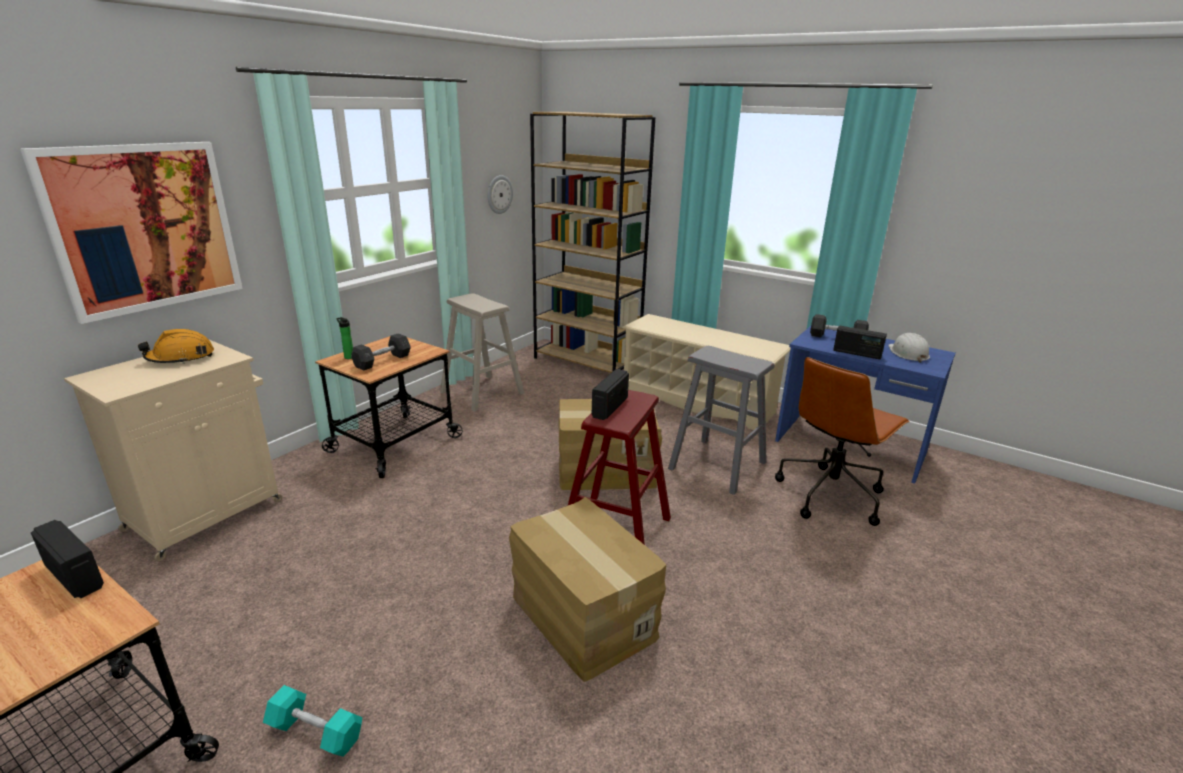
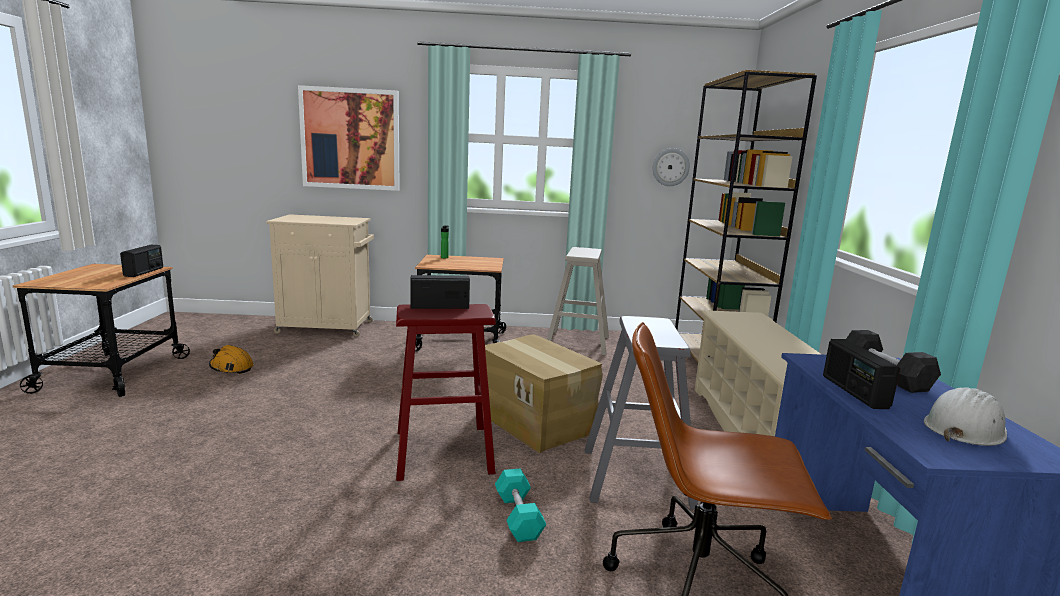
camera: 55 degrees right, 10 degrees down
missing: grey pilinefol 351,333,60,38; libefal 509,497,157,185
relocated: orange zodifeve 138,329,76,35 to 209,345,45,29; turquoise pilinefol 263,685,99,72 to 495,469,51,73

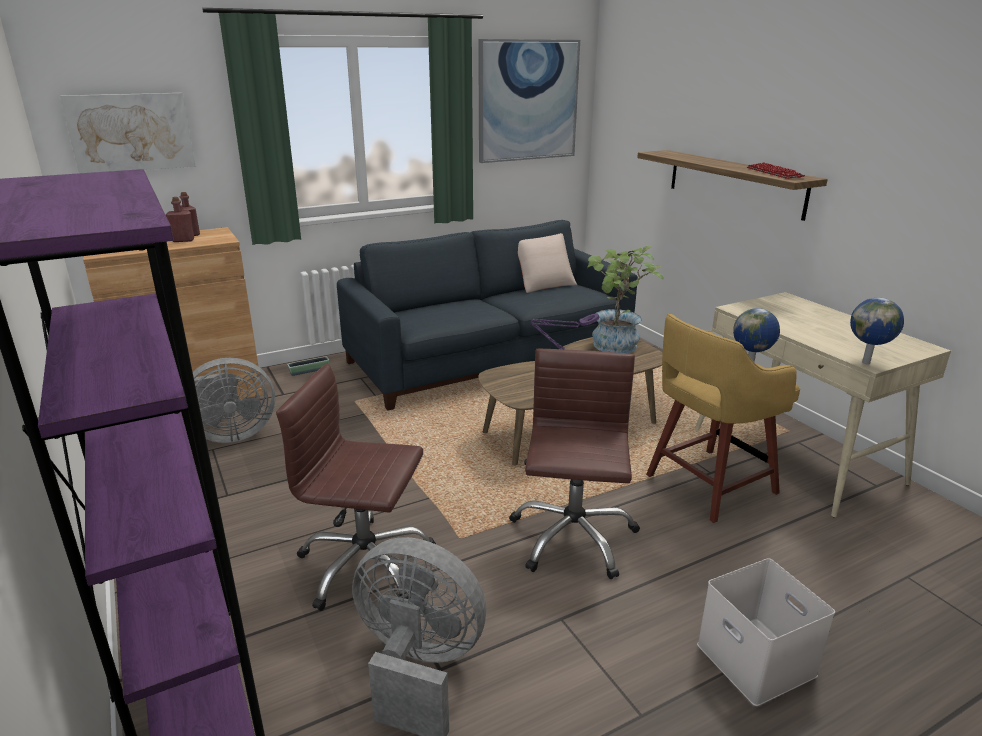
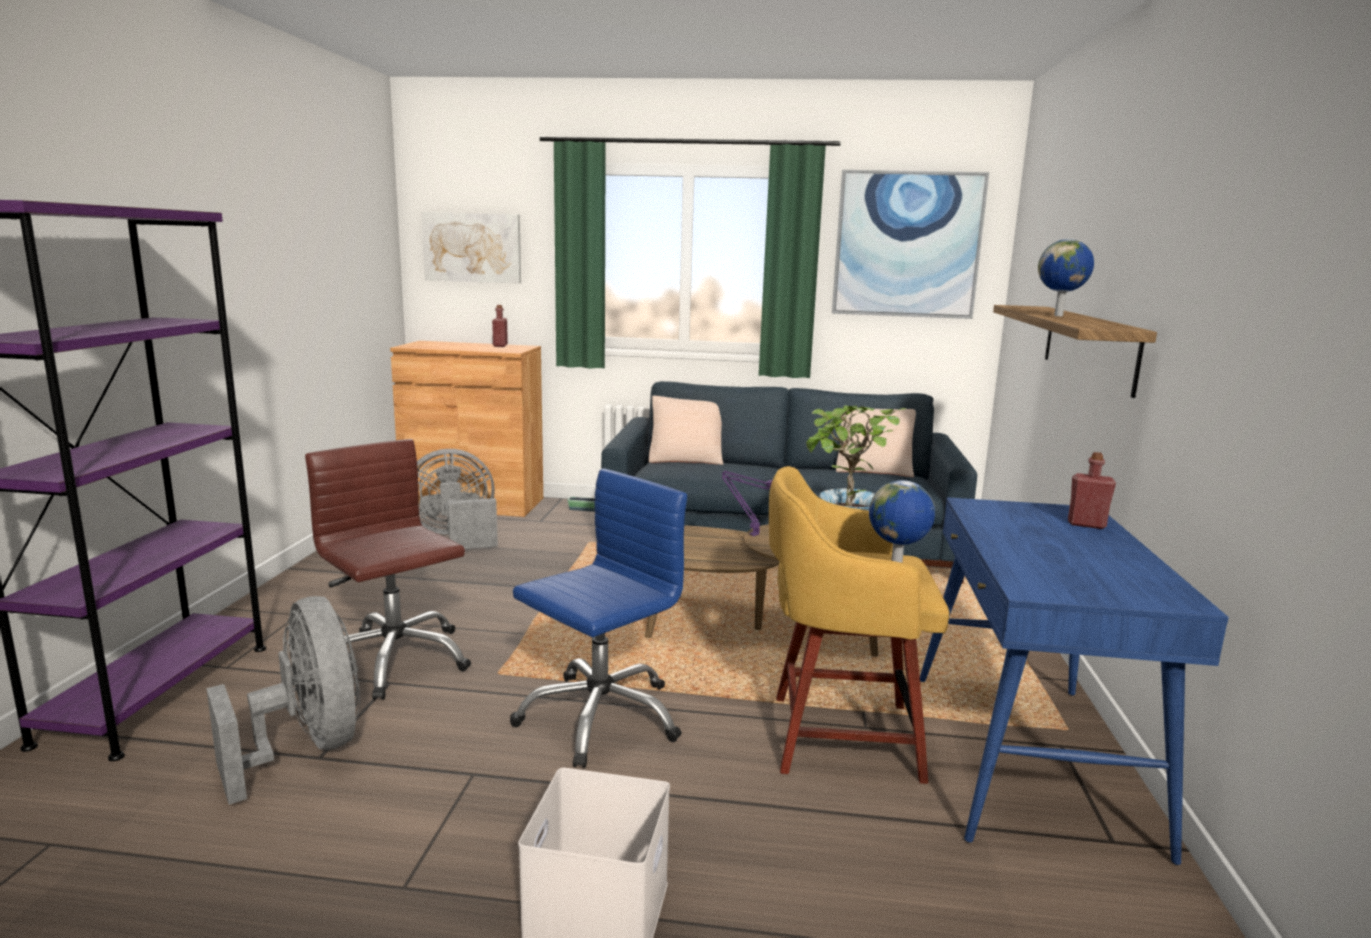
camera: 35 degrees right, 10 degrees down
missing: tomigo 747,162,58,17
appeared: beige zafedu 649,396,74,69
relocated: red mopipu 166,197,28,45 to 1068,452,48,77; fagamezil 850,298,54,66 to 1038,239,56,77
colour: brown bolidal 509,349,131,230 to blue bolidal 510,468,177,300; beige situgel 695,292,256,226 to blue situgel 920,497,309,368
spun: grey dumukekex 193,358,82,85 = 417,449,81,100 150 degrees clockwise

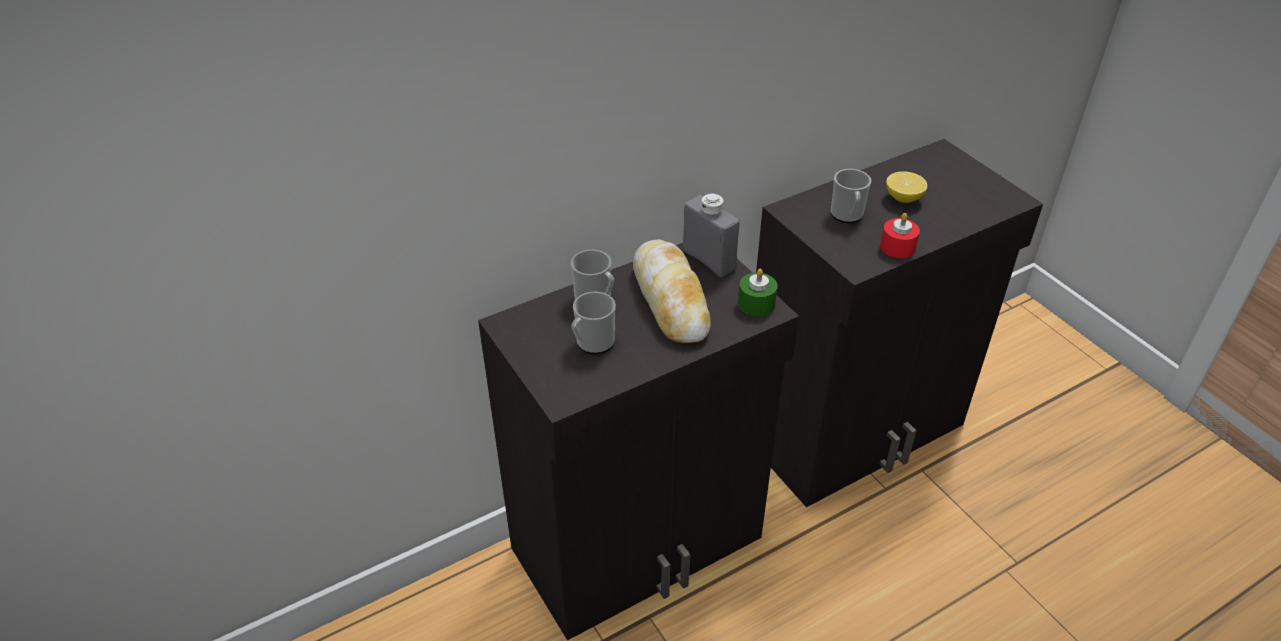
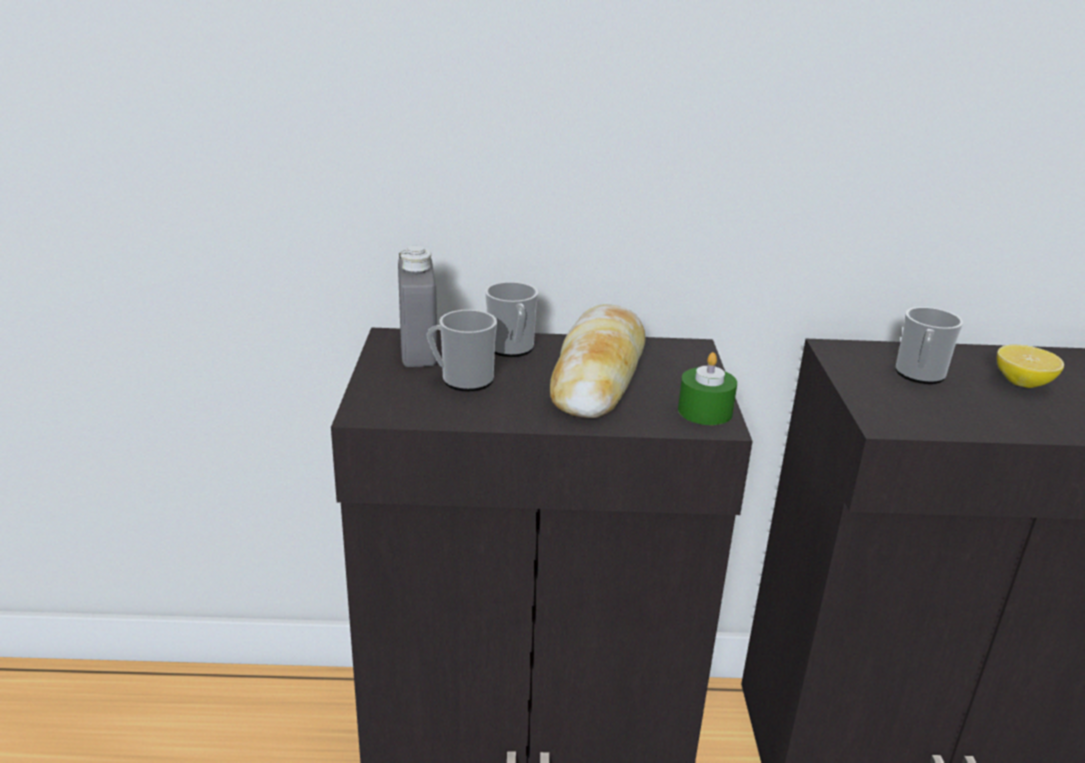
camera: 30 degrees right, 15 degrees down
missing: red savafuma 880,213,40,45
relocated: grey mopipu 683,194,57,83 to 398,246,39,121

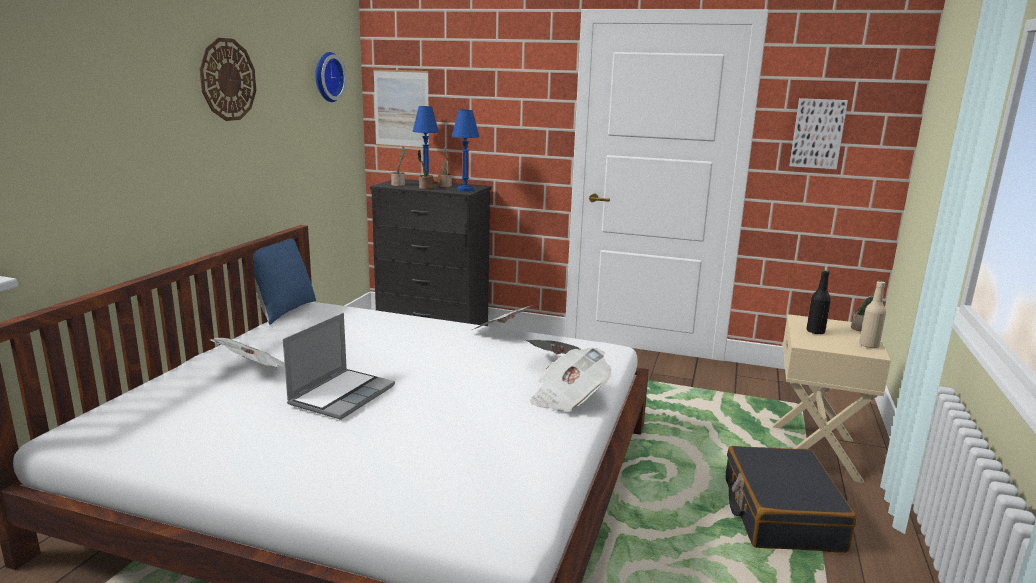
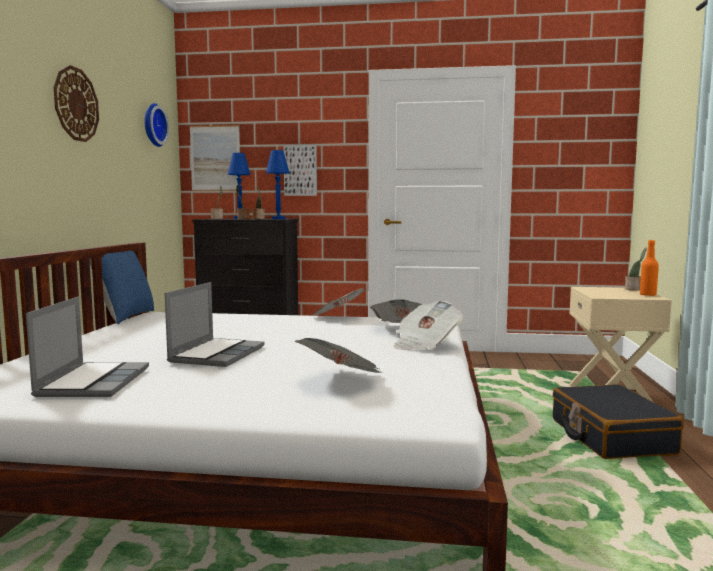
camera: 10 degrees left, 10 degrees down
missing: black mopipu 806,270,25,64
appeared: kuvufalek 26,297,123,100
relocated: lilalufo 210,338,75,29 to 295,338,86,35; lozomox 789,98,59,71 to 283,145,34,51
colour: beige mopipu 859,281,27,67 to orange mopipu 640,240,19,56

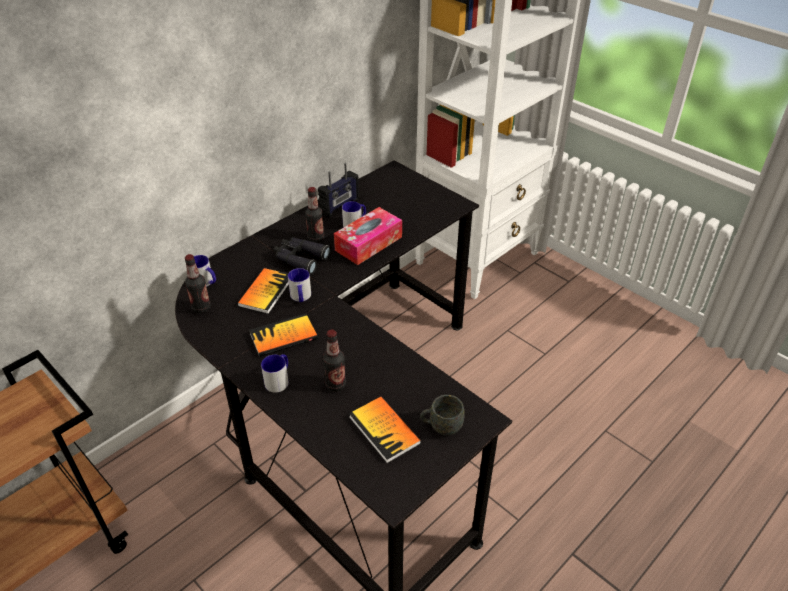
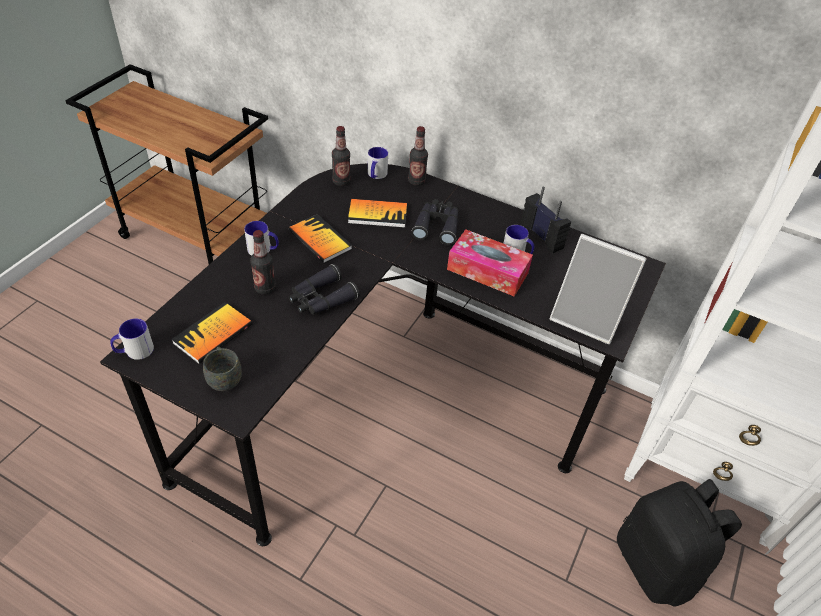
camera: 70 degrees right, 5 degrees up
appeared: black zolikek 289,264,70,51; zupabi 550,234,97,110; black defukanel 617,479,125,128
relocated: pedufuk 288,268,23,34 to 110,319,44,41; mopipu 305,187,20,56 to 408,126,20,60
spun: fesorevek 318,163,41,55 = 520,187,51,66 150 degrees counterclockwise

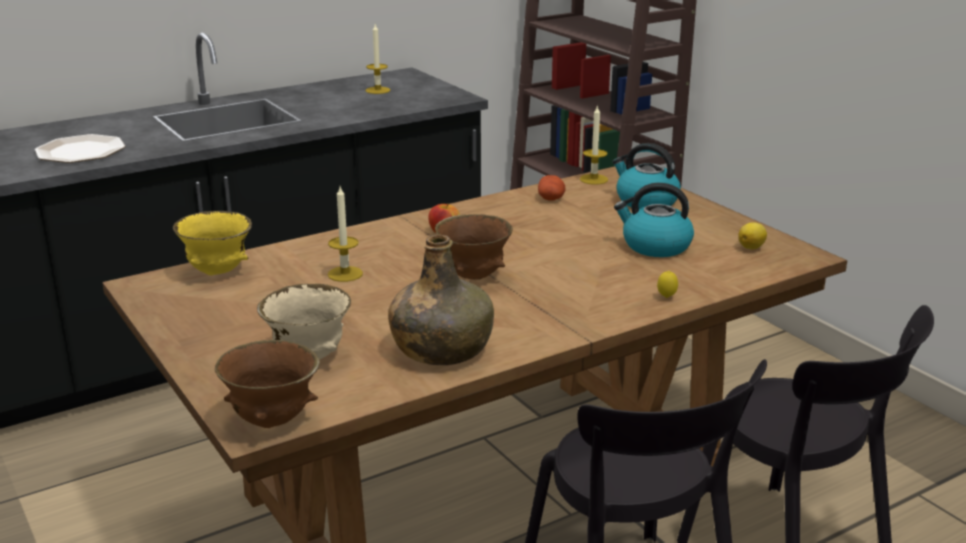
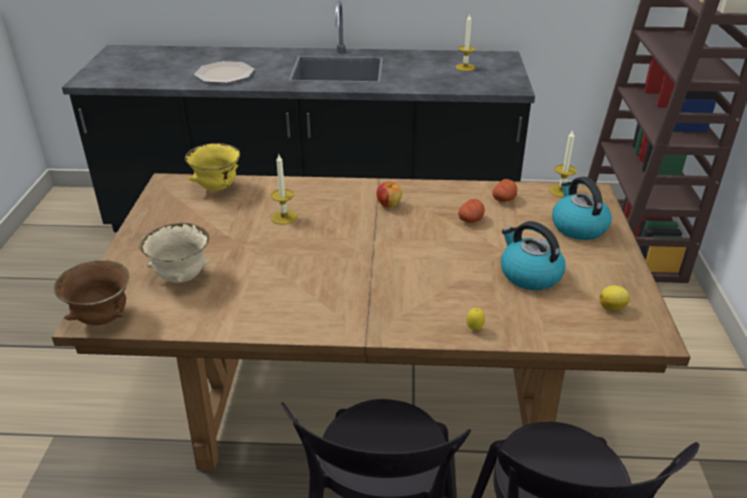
camera: 35 degrees right, 10 degrees up
missing: green mopipu 388,234,106,131; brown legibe 435,214,78,66
appeared: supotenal 458,199,27,24

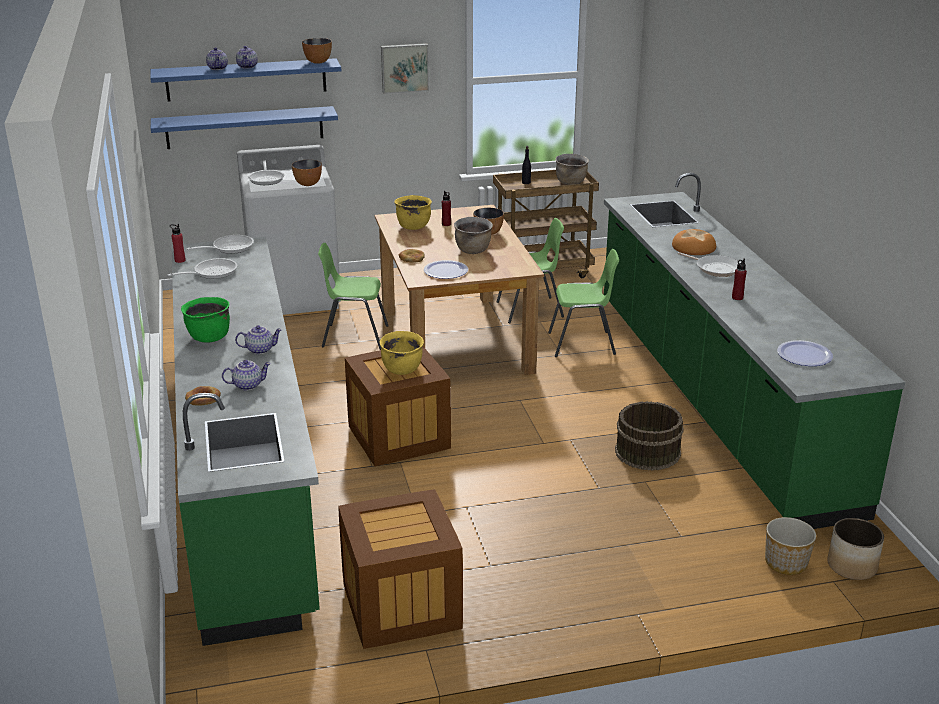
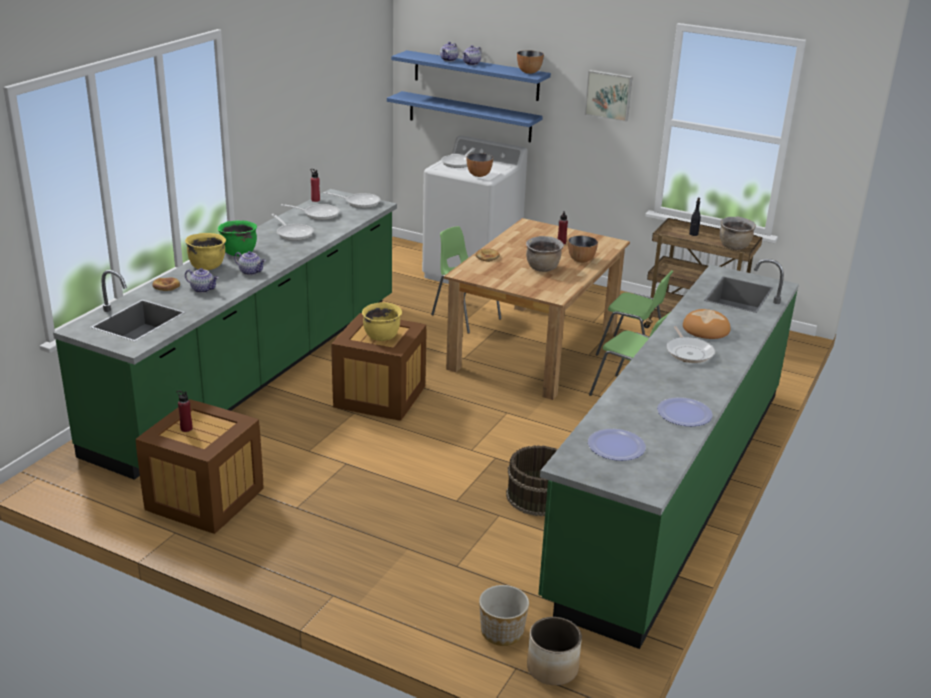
camera: 40 degrees right, 0 degrees up
appeared: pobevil 271,214,43,27
relocated: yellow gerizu 394,195,38,35 to 185,233,41,37; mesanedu 424,260,44,19 to 657,397,56,29; red mopipu 732,259,15,41 to 177,390,16,42

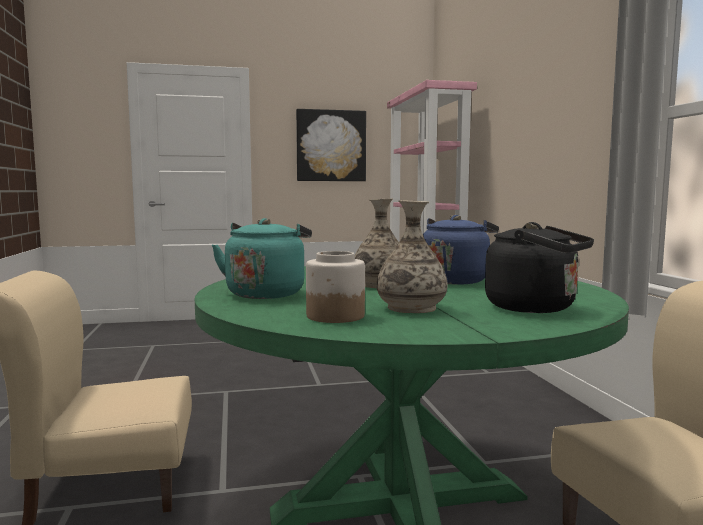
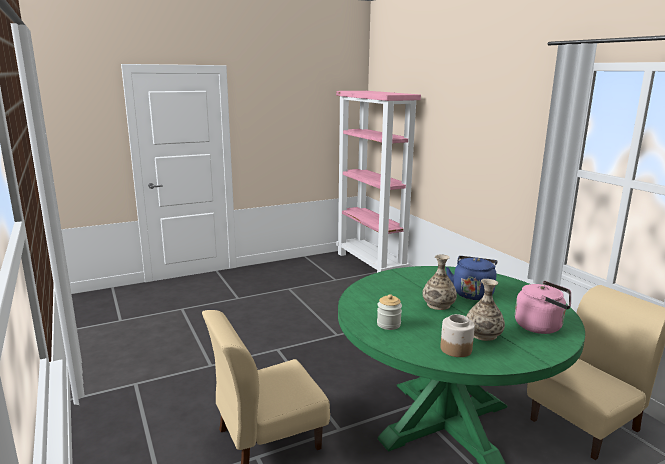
camera: 15 degrees left, 10 degrees up
missing: lozomox 296,109,70,72
exchanged: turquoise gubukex 212,218,100,81 to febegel 377,294,25,36
colour: black gubukex 485,222,109,91 to pink gubukex 515,281,56,53

